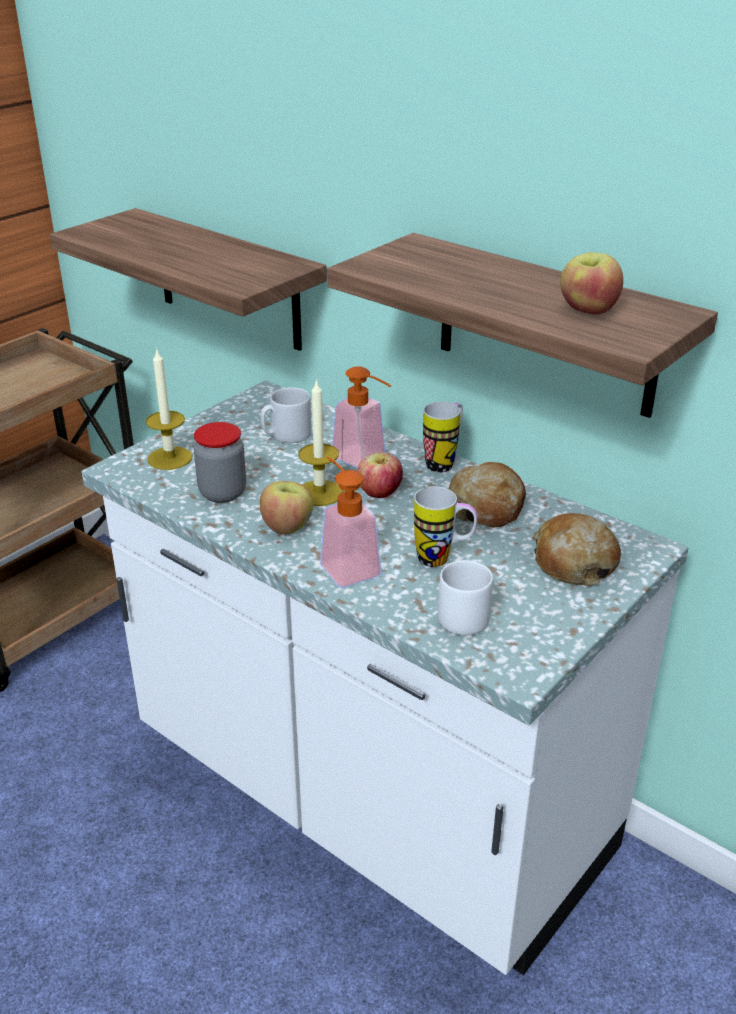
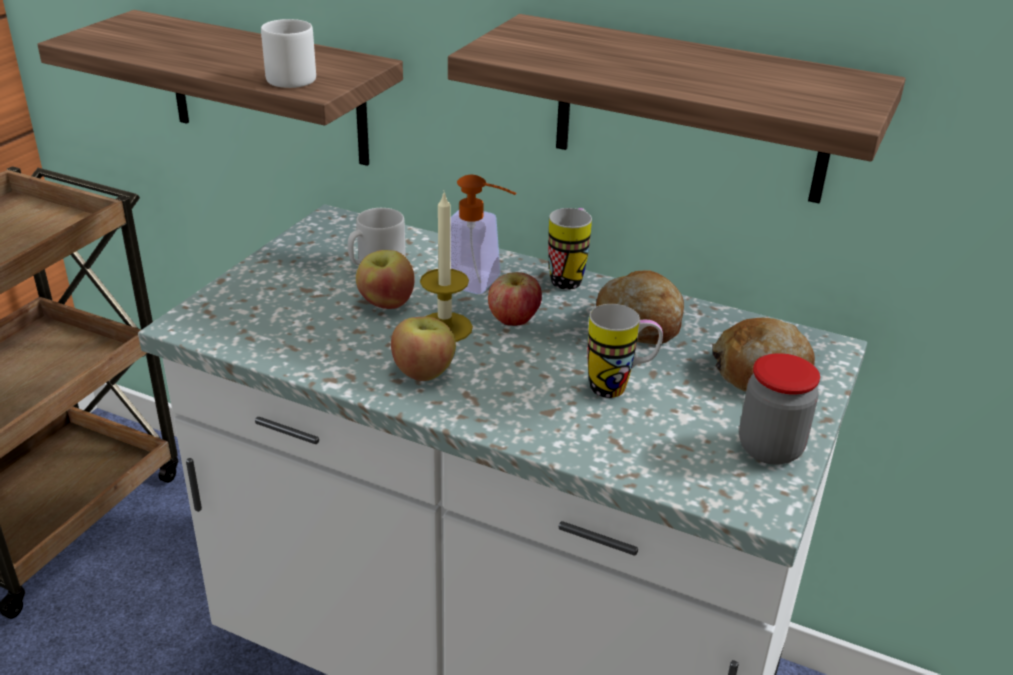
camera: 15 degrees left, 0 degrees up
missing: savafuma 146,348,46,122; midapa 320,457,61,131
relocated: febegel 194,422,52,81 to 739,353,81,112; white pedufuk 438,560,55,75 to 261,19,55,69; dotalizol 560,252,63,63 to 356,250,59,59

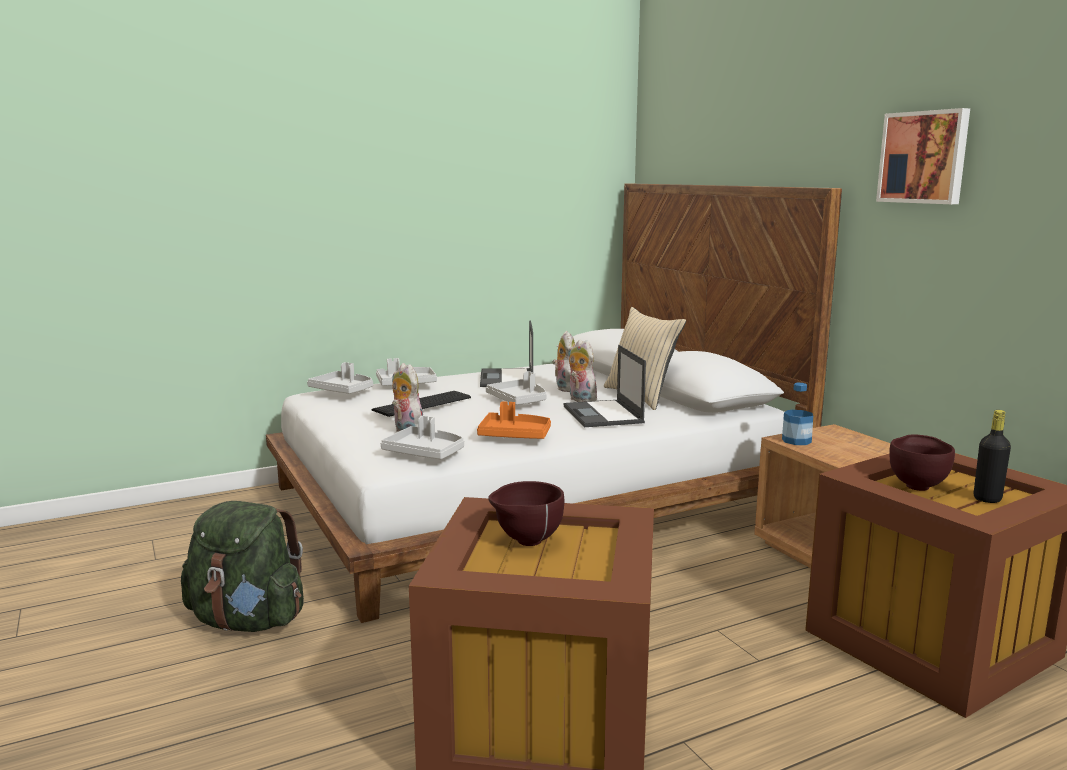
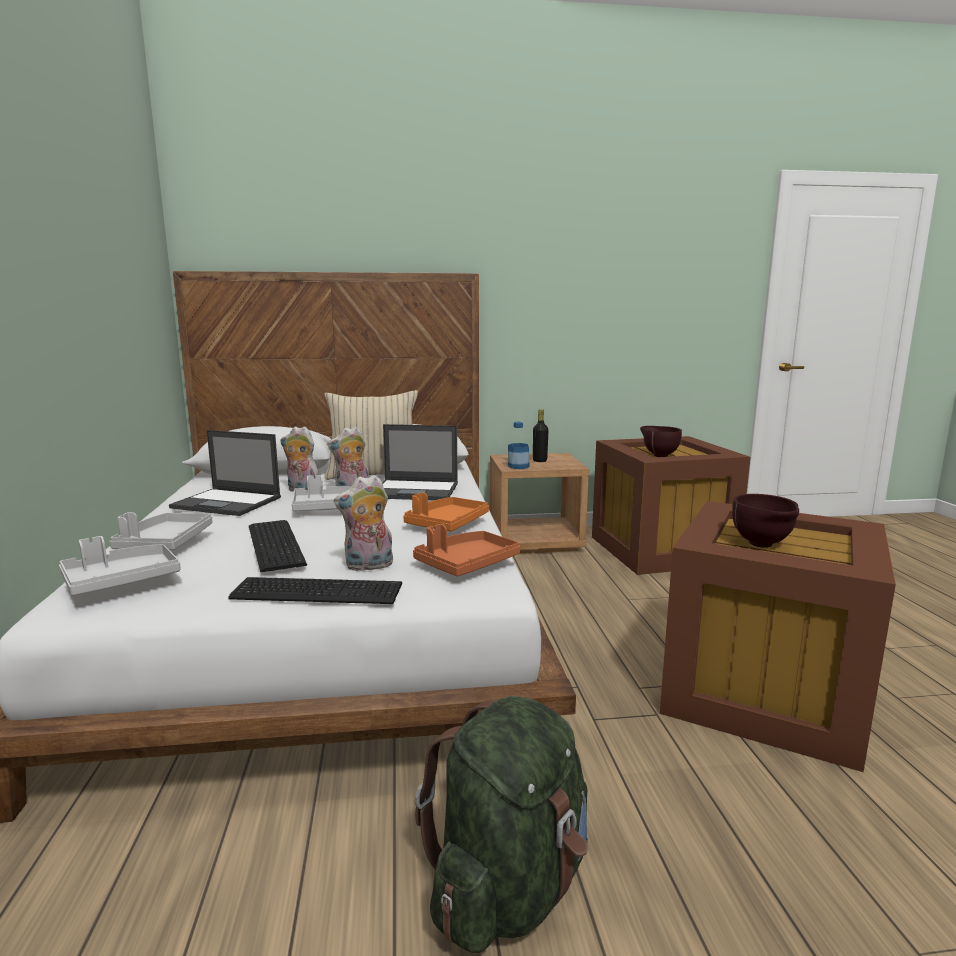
camera: 70 degrees left, 0 degrees up
missing: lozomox 876,108,94,96
appeared: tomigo 228,577,174,27
relocated: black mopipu 974,410,37,93 to 533,409,16,53
colour: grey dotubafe 381,416,83,43 to orange dotubafe 413,524,107,52

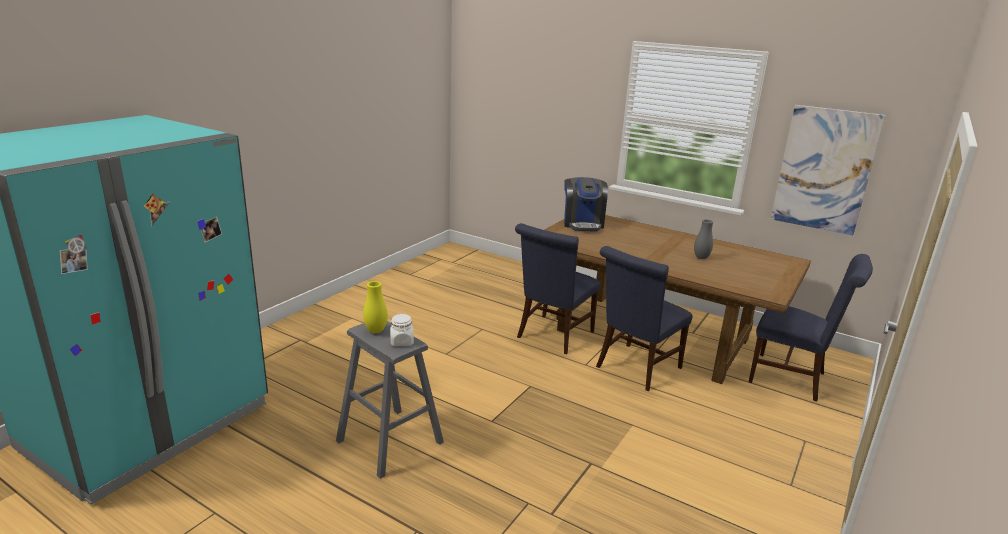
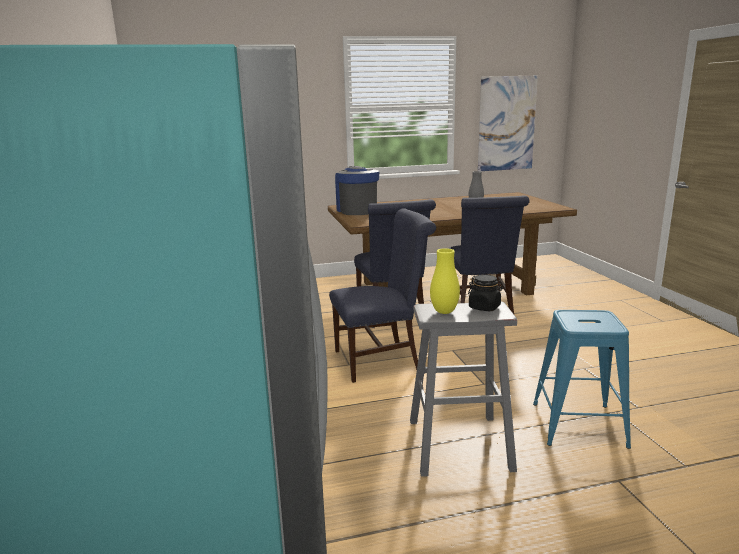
camera: 45 degrees left, 5 degrees down
appeared: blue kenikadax 533,310,98,139
relocated: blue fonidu 749,254,124,148 to 329,208,107,175
colour: white febegel 390,313,24,33 to black febegel 468,275,36,36
spun: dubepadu 564,177,44,55 = 335,166,44,49 150 degrees counterclockwise

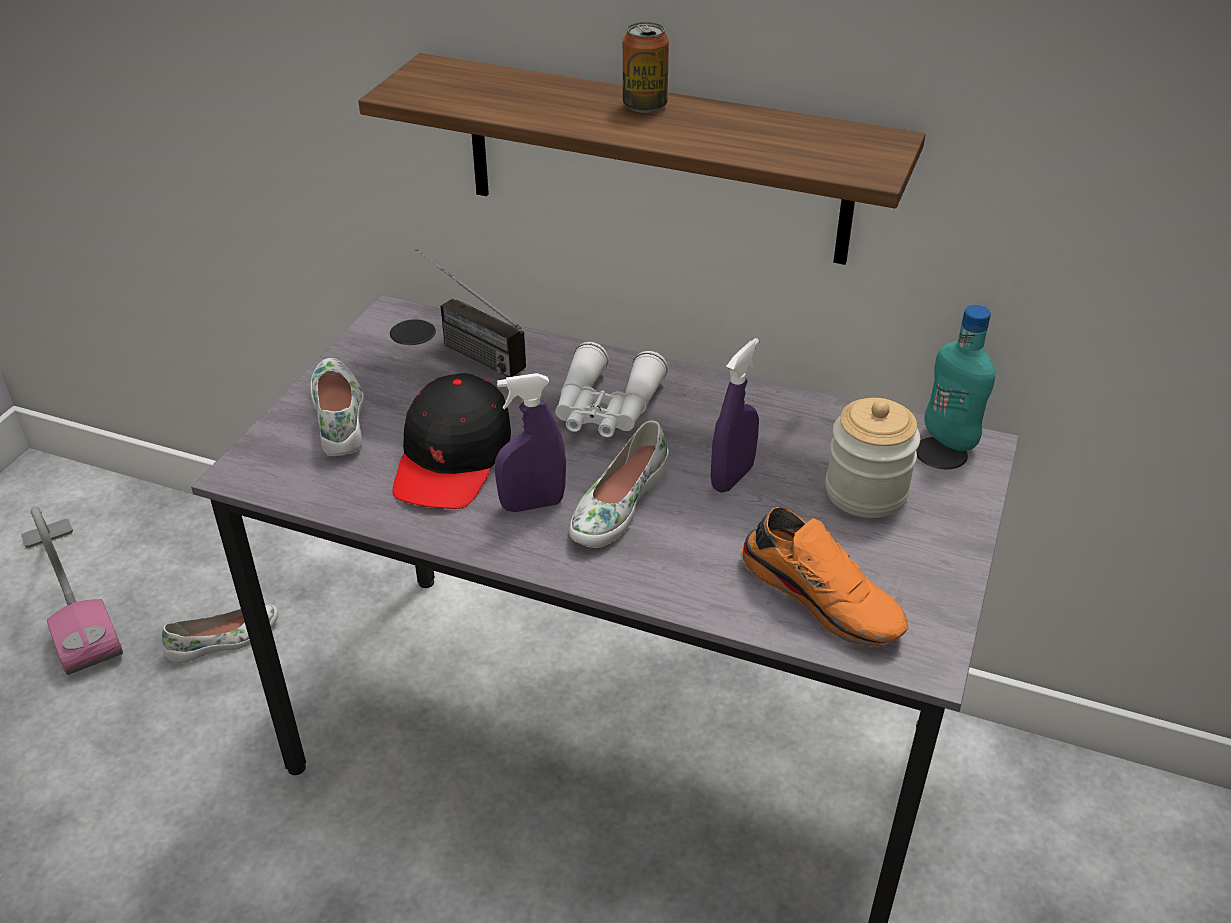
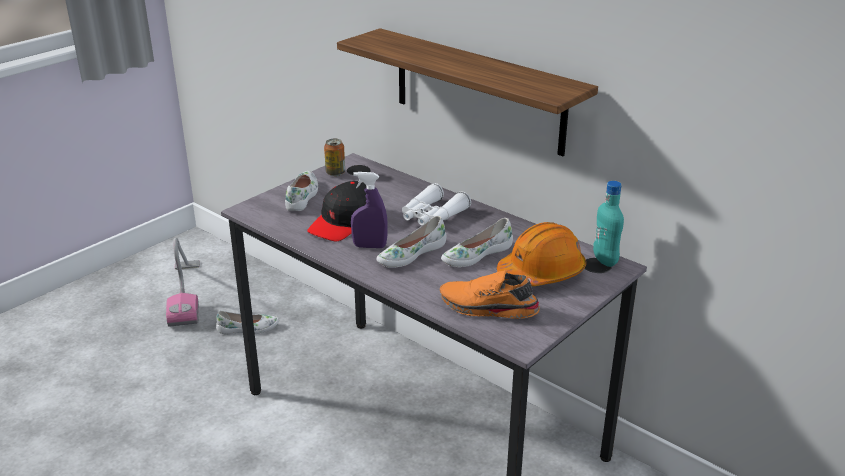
camera: 20 degrees right, 10 degrees down
missing: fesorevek 415,249,111,128
relocated: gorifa 623,22,46,91 to 324,139,21,37
exchanged: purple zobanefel 711,338,48,155 to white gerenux 441,218,72,49; febegel 825,398,95,120 to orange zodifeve 497,222,89,64
spun: orange gerenux 741,507,167,140 = 440,270,100,49 135 degrees clockwise

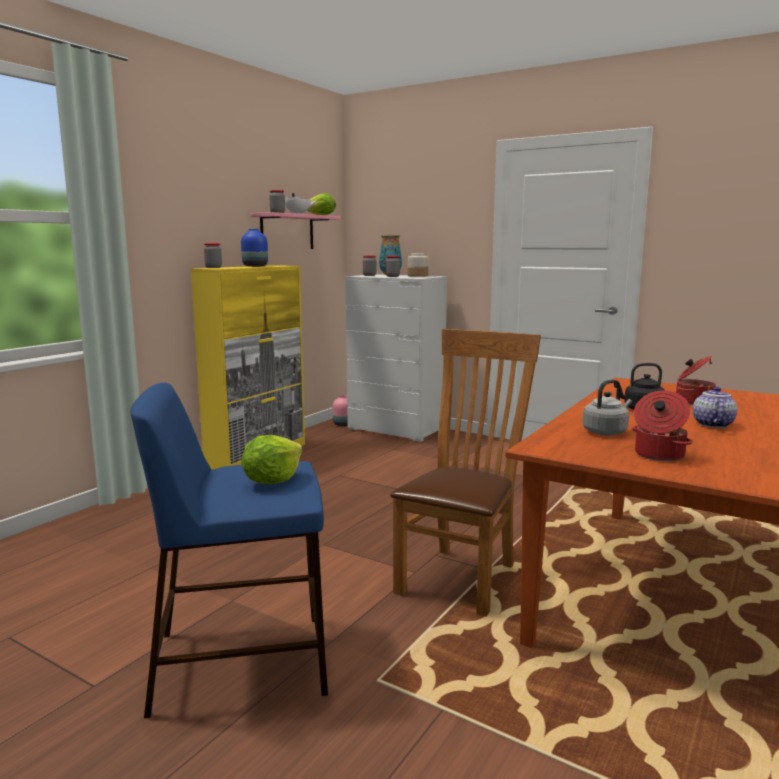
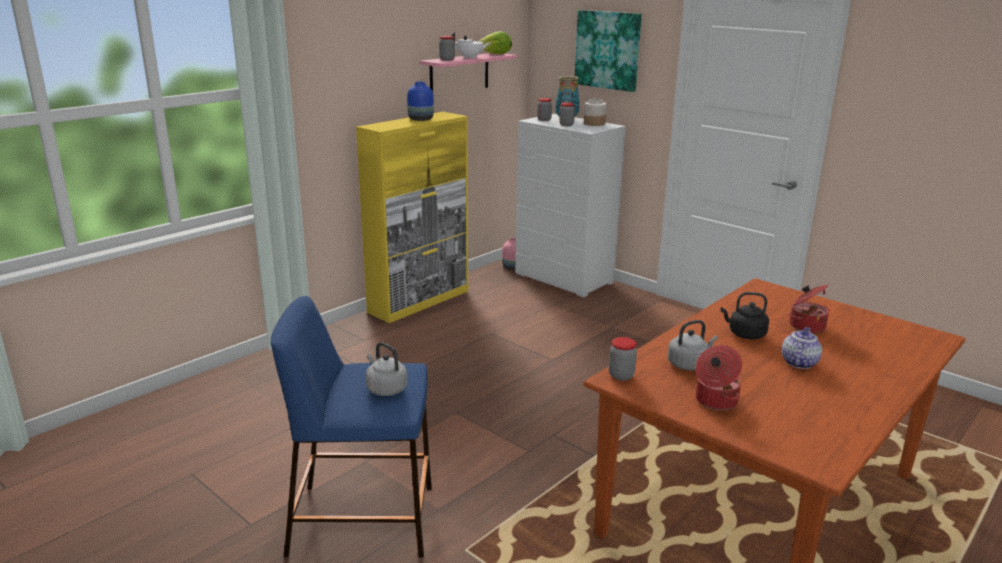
camera: 10 degrees right, 10 degrees up
missing: brown fonidu 390,329,151,288
appeared: lozomox 575,10,67,82
relocated: febegel 204,243,18,25 to 609,337,28,44
exchanged: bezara 241,435,61,49 to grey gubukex 366,342,41,54

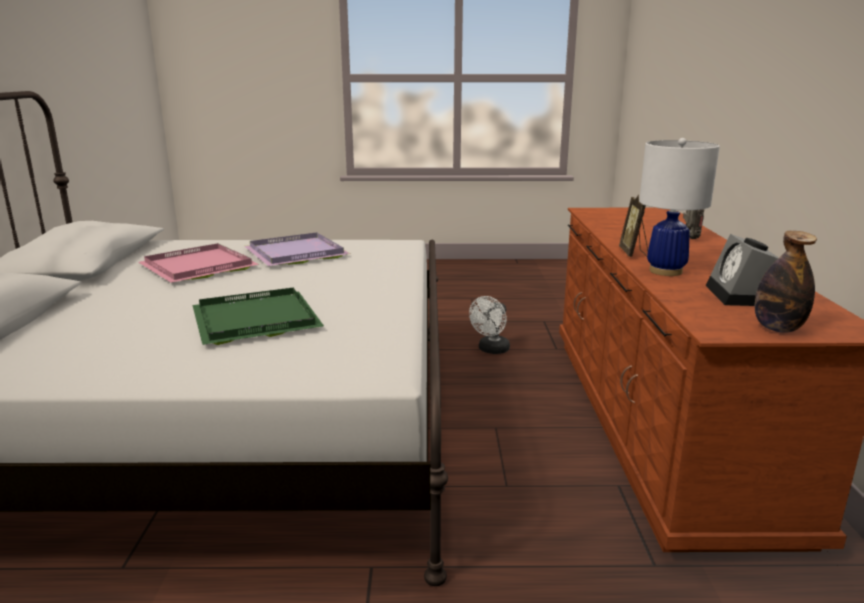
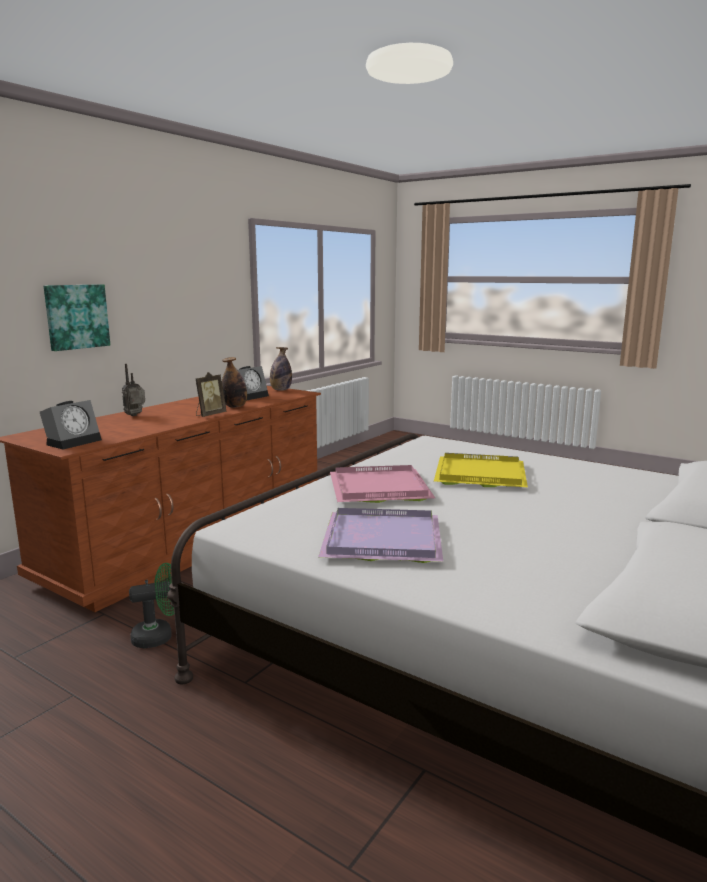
camera: 145 degrees left, 5 degrees down
appeared: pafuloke 40,400,62,49; lozomox 44,284,66,67
relocated: pink dotubafe 138,243,121,40 to 330,465,105,38
exchanged: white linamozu 639,138,81,138 to mopipu 222,357,25,51
colour: green dotubafe 192,288,132,57 to yellow dotubafe 434,453,94,34; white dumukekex 469,296,41,58 to green dumukekex 129,563,45,85

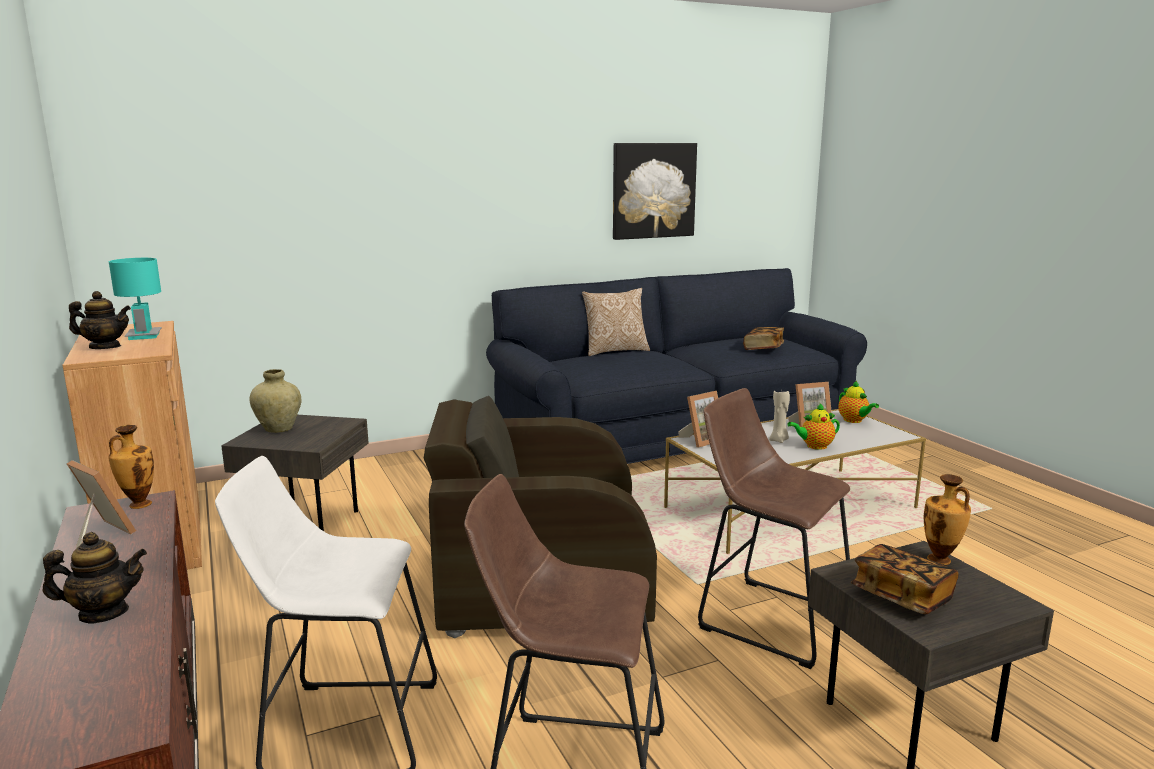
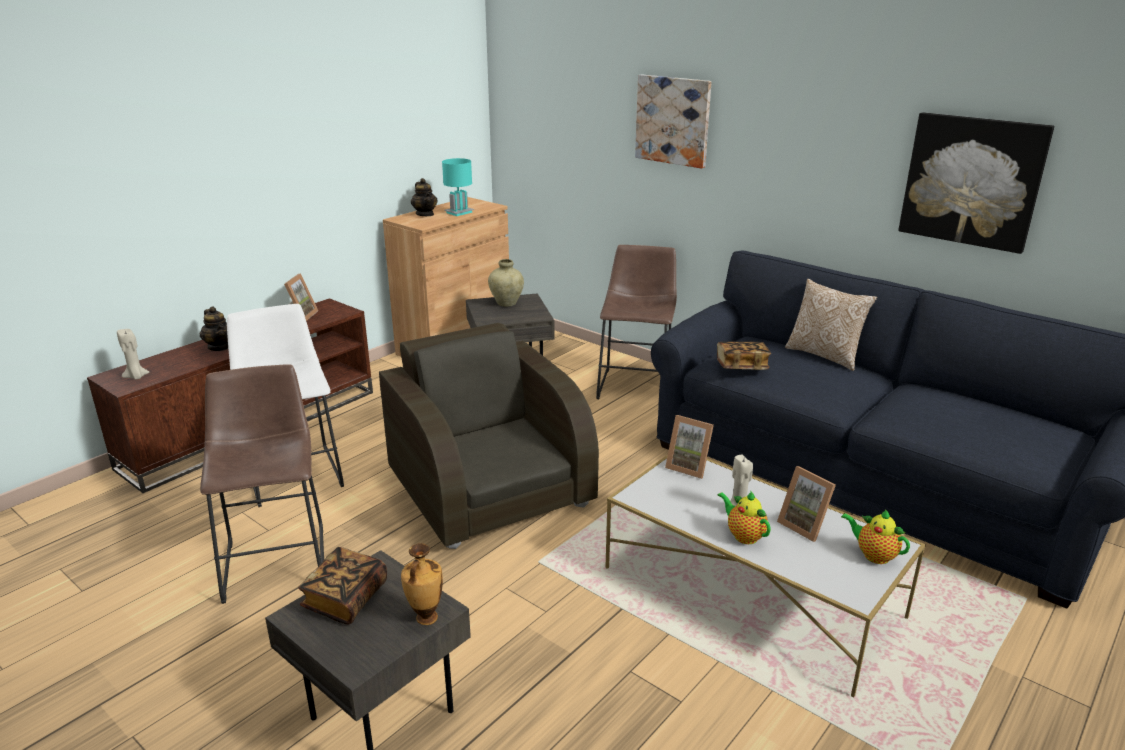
camera: 65 degrees right, 10 degrees up
missing: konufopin 109,425,45,84
appeared: beige savafuma 117,329,32,50; lozomox 635,75,77,94
relocated: brown kenikadax 698,388,152,281 to 596,245,81,154; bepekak 743,327,41,23 to 717,342,54,28
spun: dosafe 838,381,41,42 = 841,509,69,55 90 degrees clockwise

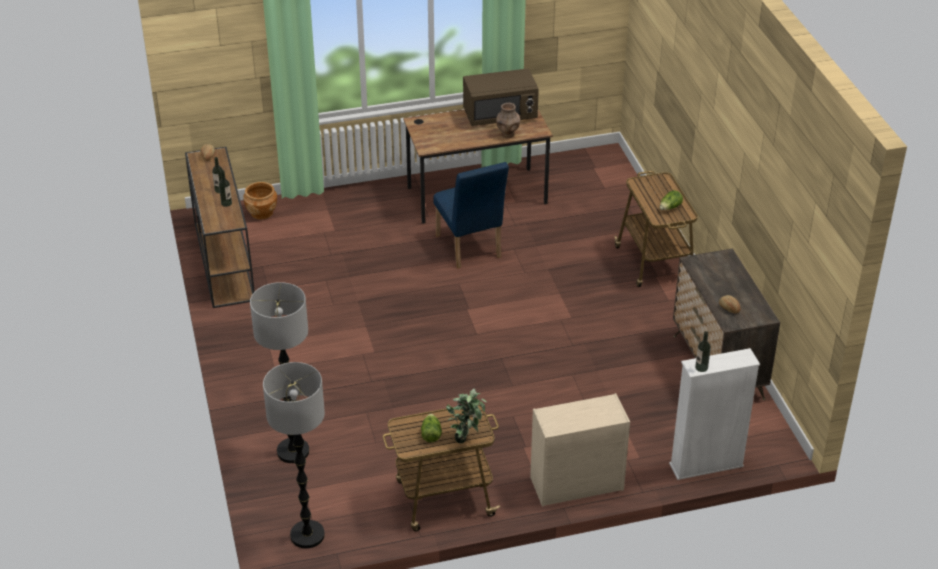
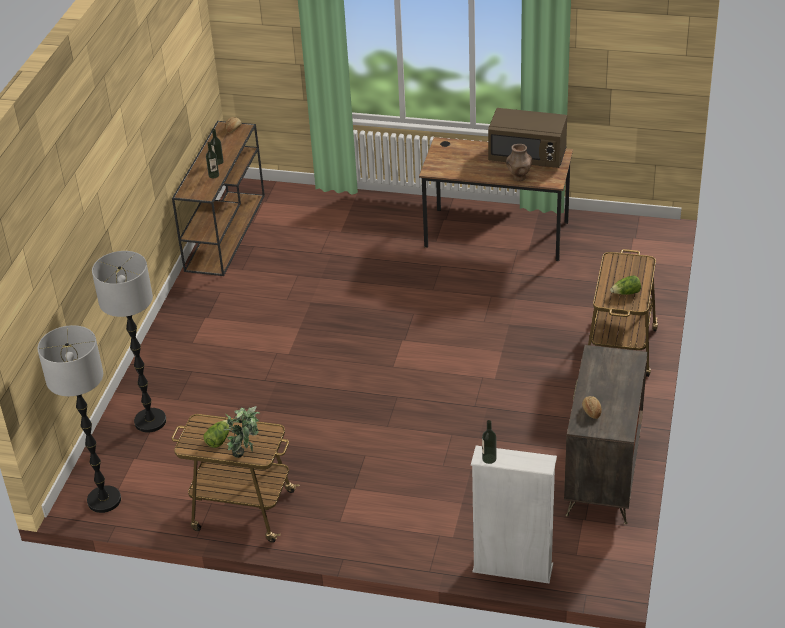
camera: 30 degrees right, 0 degrees up
missing: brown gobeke 243,182,34,38; blue fonidu 433,162,76,106; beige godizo 530,393,100,114

